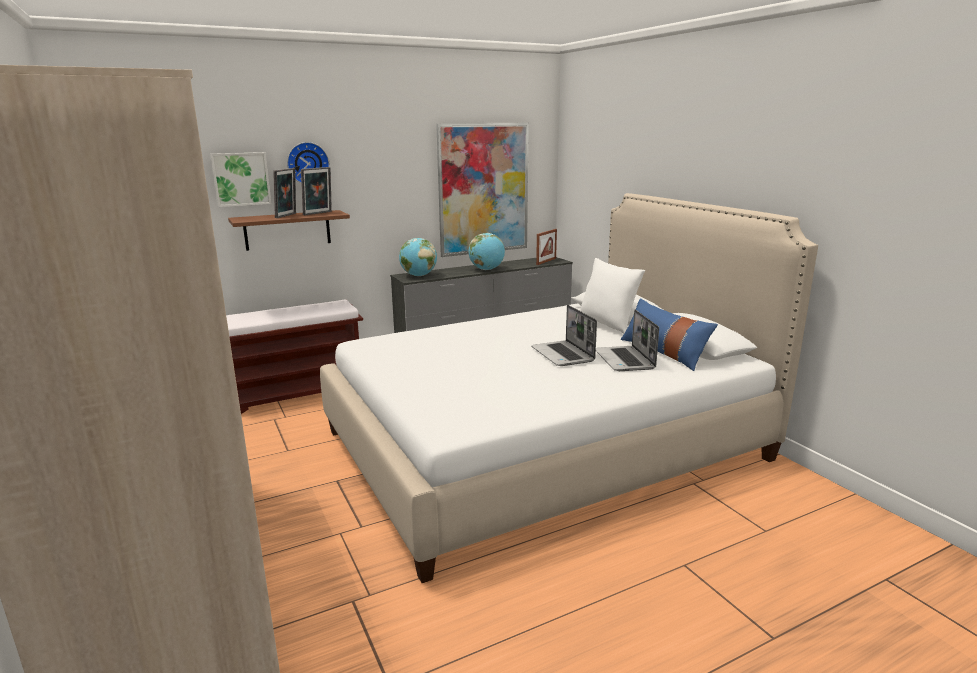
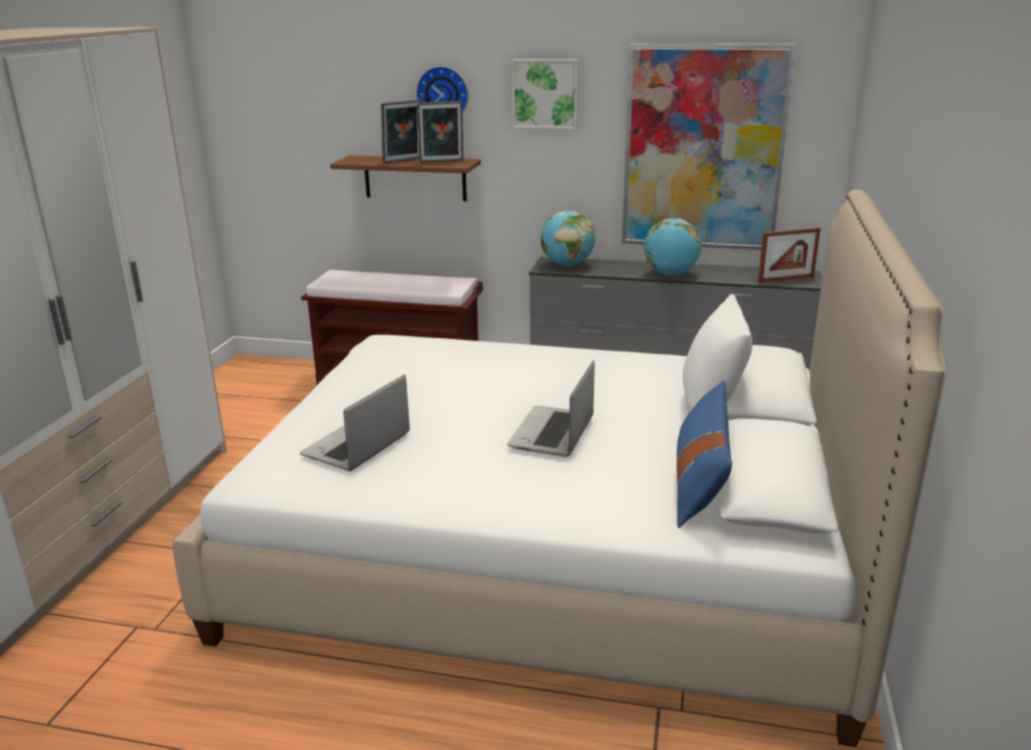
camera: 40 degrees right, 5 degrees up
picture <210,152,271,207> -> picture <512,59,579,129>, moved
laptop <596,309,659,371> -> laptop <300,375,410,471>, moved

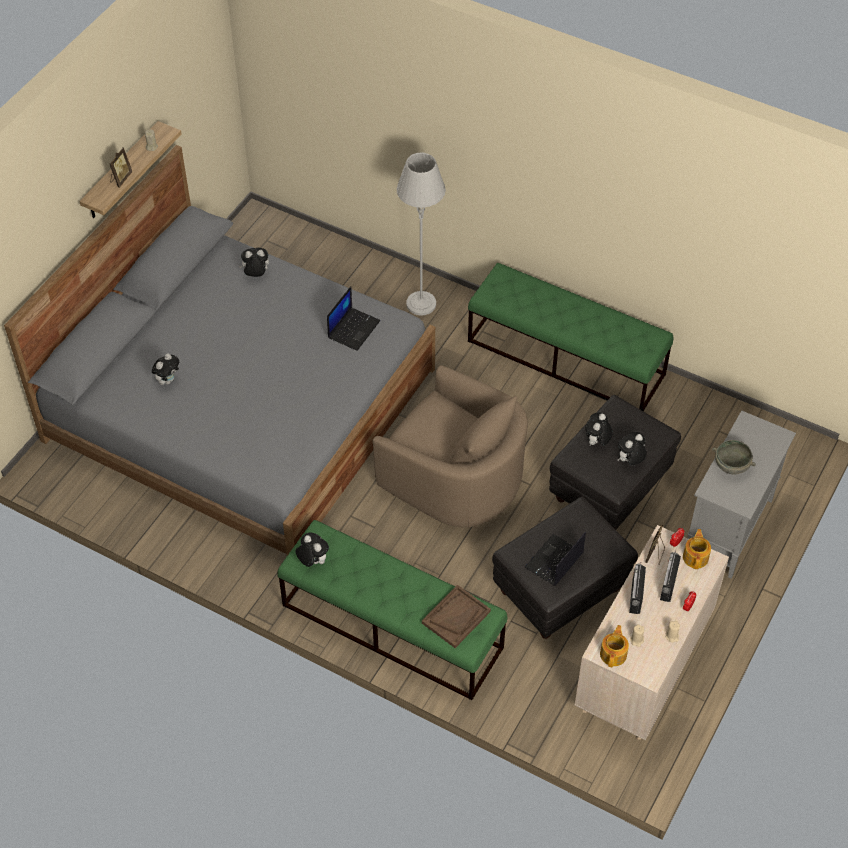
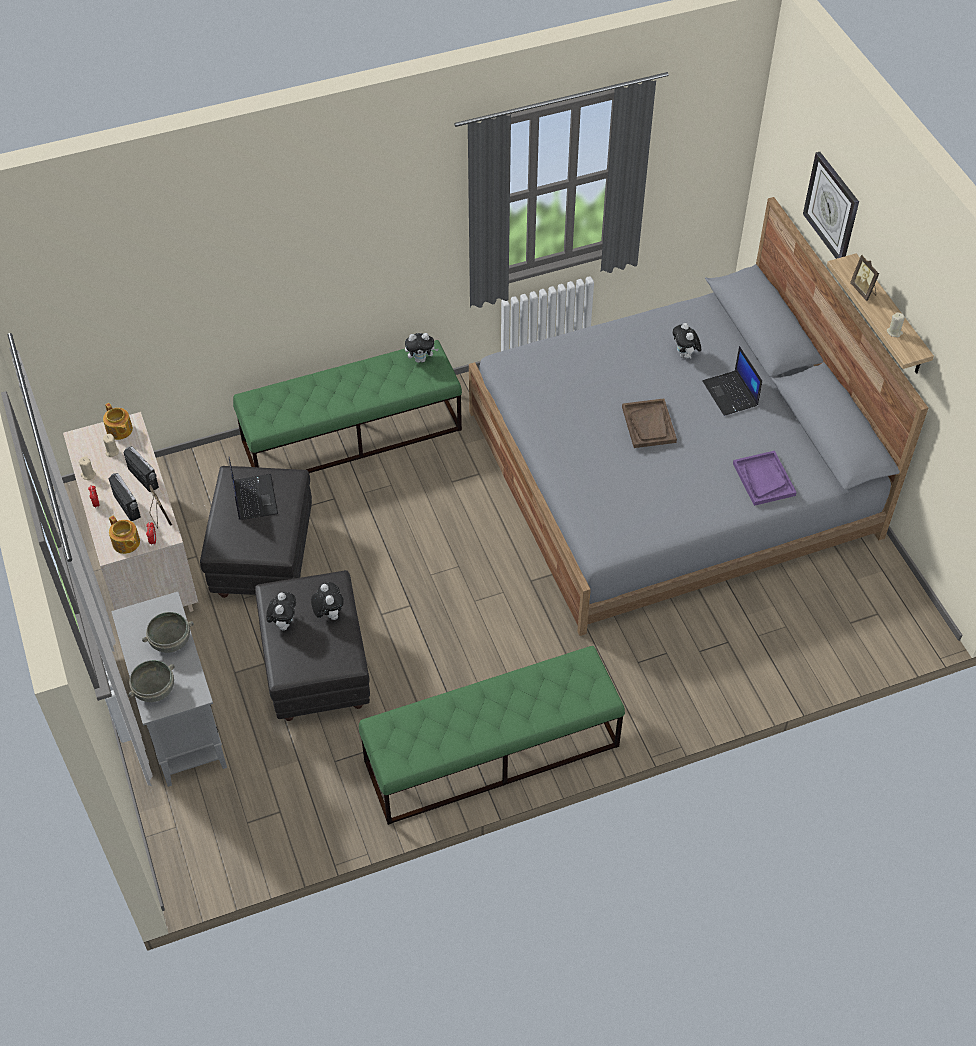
camera: 130 degrees right, 0 degrees up
plush_toy <239,248,269,277> -> purple_tray <733,451,797,506>
laptop <327,286,380,351> -> laptop <703,346,762,416>, moved
beige_armchair <372,365,528,528> -> none
grey_floor_lamp <396,153,446,315> -> none
brown_tray <422,585,491,648> -> brown_tray <622,398,677,448>, moved
none -> grey_bowl <128,660,175,702>
none -> wall_clock <803,152,859,259>

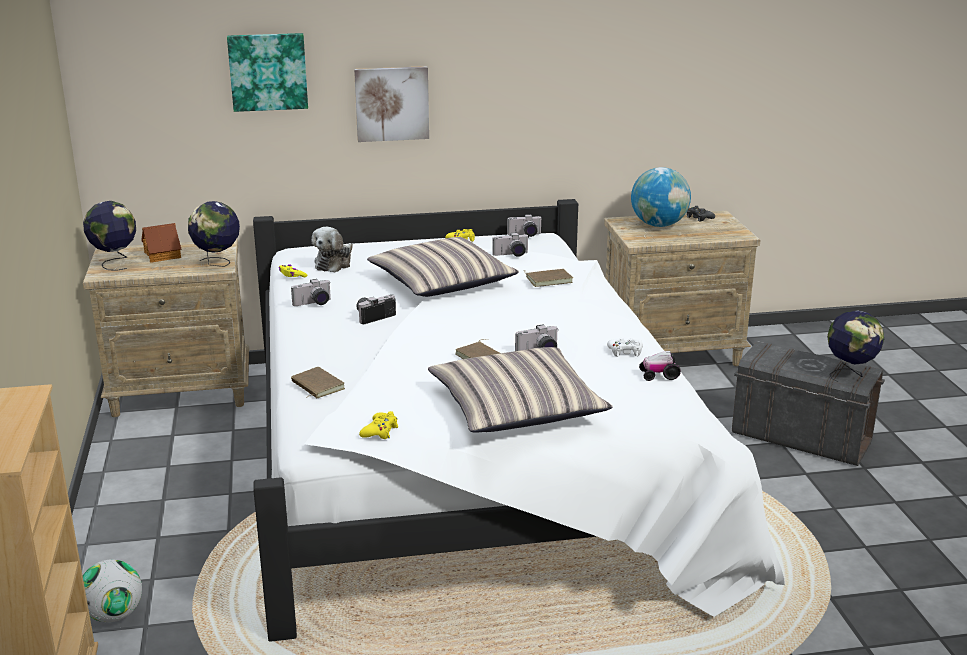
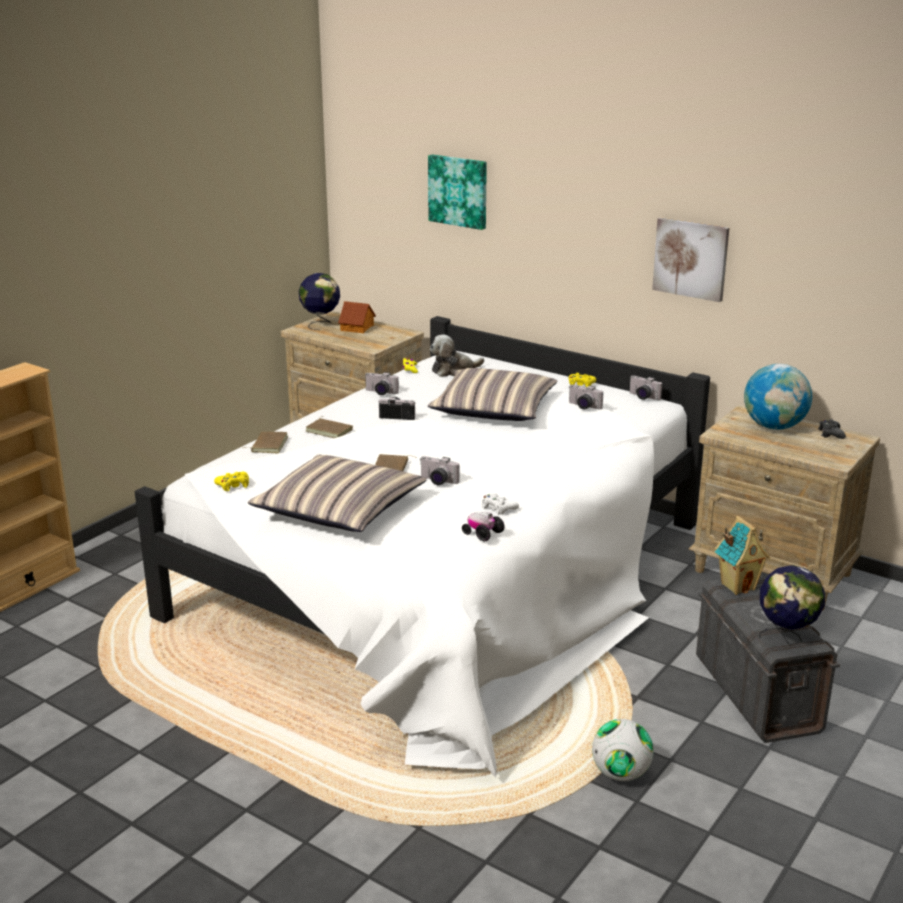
camera: 45 degrees right, 0 degrees up
football <83,559,142,622> -> football <592,719,653,781>, moved
globe <188,201,240,267> -> none
picture <354,66,429,142> -> picture <652,217,729,302>, moved
brown_book <525,269,573,287> -> brown_book <306,416,353,438>, moved
none -> toy_house <715,516,770,595>

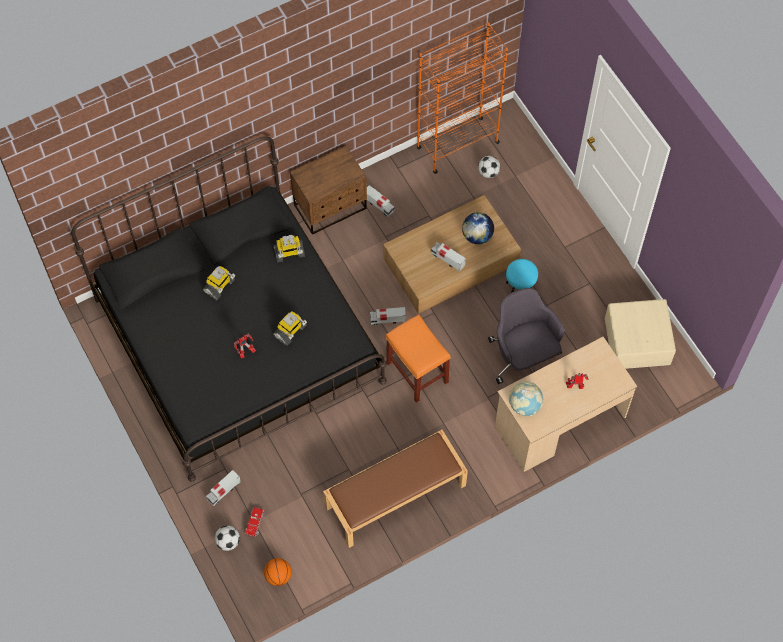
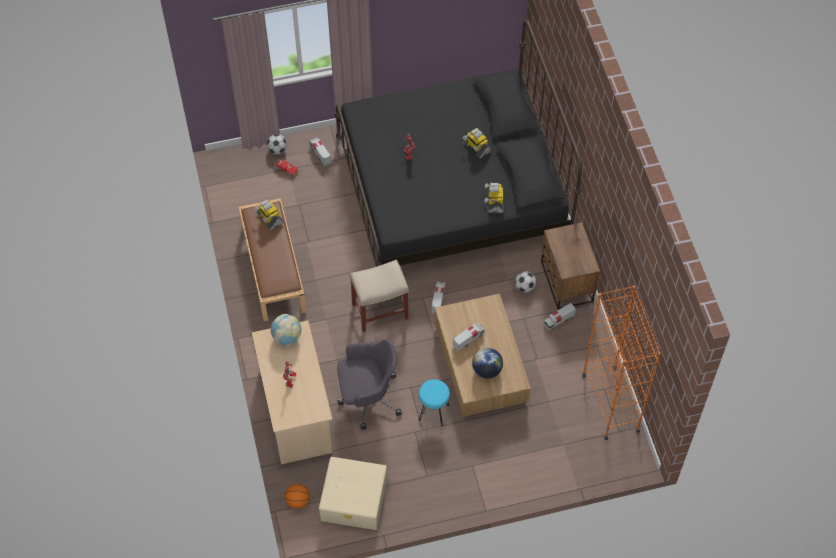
camera: 105 degrees right, 5 degrees down
basketball <264,558,292,586> -> basketball <285,483,310,509>, moved
toy_robot <273,312,307,346> -> toy_robot <254,199,284,230>, moved
orange_stool <386,314,451,402> -> beige_stool <350,260,409,332>
football <478,156,500,178> -> football <515,271,536,292>, moved

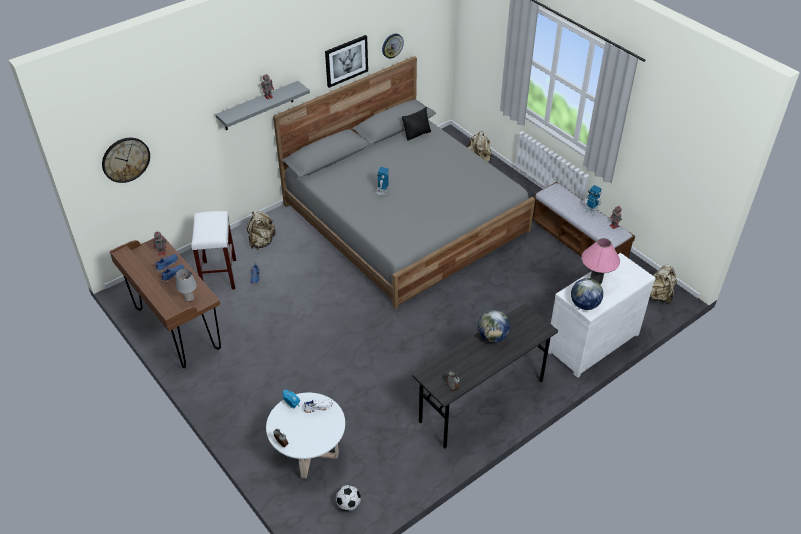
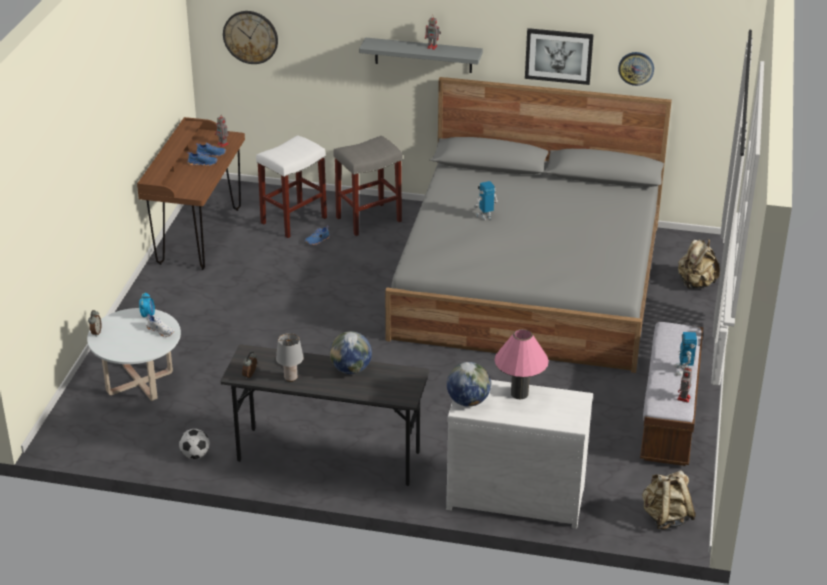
camera: 50 degrees right, 10 degrees down
grey_table_lamp <176,269,197,302> -> grey_table_lamp <276,333,303,382>, moved
beige_backpack <247,211,276,250> -> grey_stool <333,136,403,236>
football <336,485,361,511> -> football <179,429,210,459>, moved
black_pillow <402,107,431,141> -> none

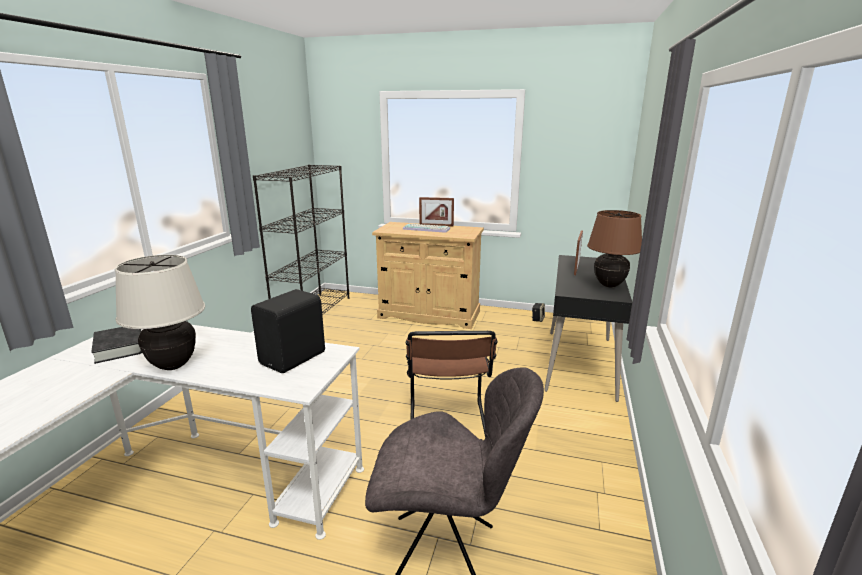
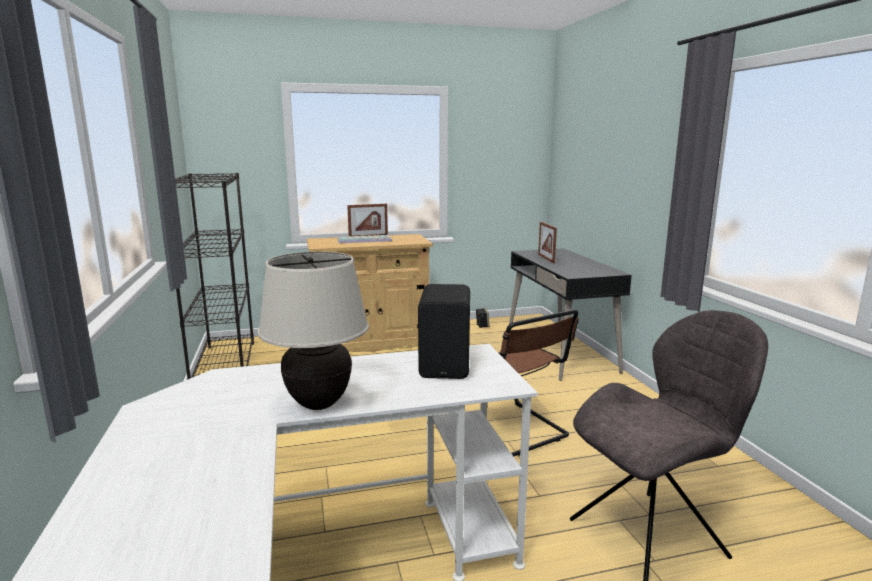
camera: 30 degrees left, 5 degrees down
black_book <91,327,142,364> -> none
brown_table_lamp <587,210,642,287> -> none

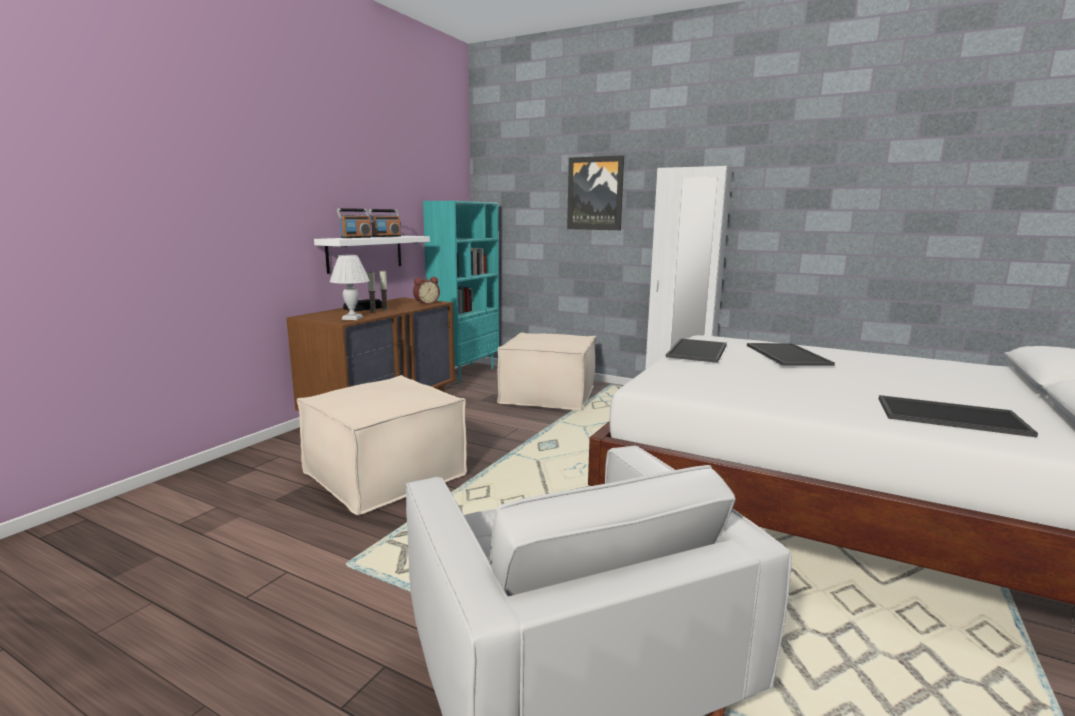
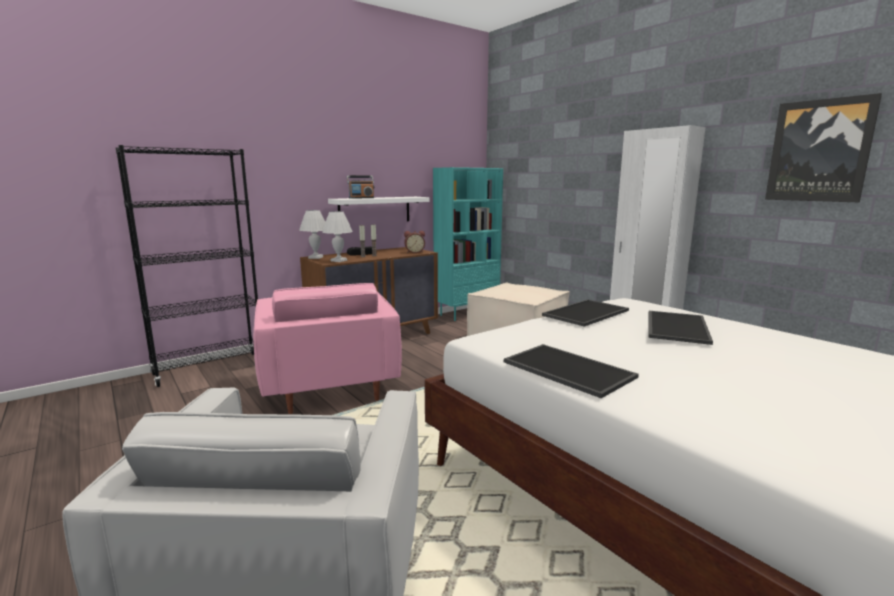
camera: 25 degrees right, 0 degrees up
beige_ottoman <297,375,467,515> -> pink_armchair <253,283,402,414>
radio <368,209,401,237> -> none
picture <567,155,624,230> -> picture <765,93,882,202>, moved
tray <879,395,1038,437> -> tray <504,344,639,398>, moved
none -> black_bookcase <116,145,258,387>
none -> white_table_lamp <299,210,325,259>

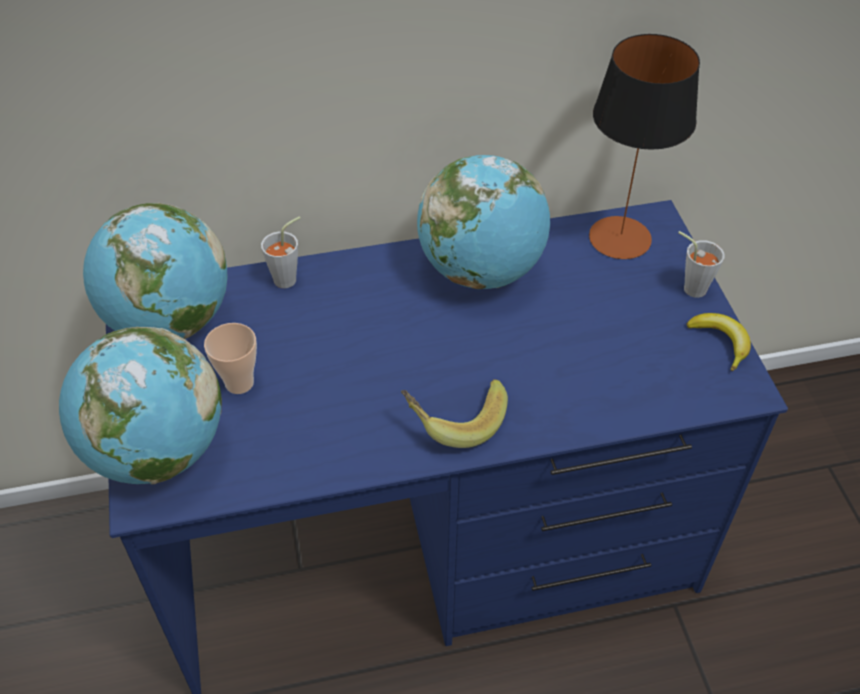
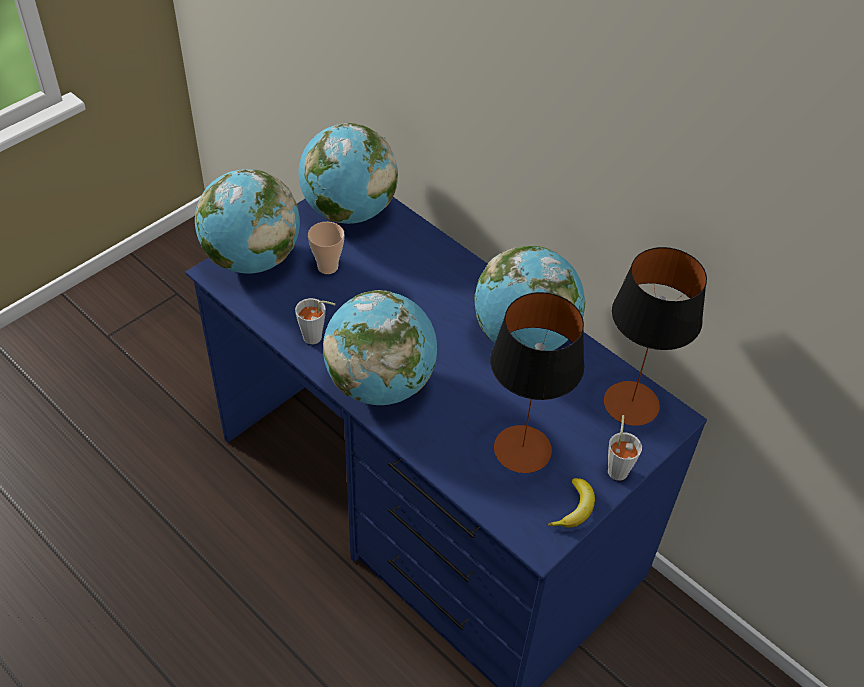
camera: 55 degrees right, 0 degrees up
grey_cup <261,216,301,288> -> grey_cup <295,298,335,344>, moved
banana <401,379,508,448> -> globe <323,290,437,405>
none -> table_lamp <490,292,584,473>

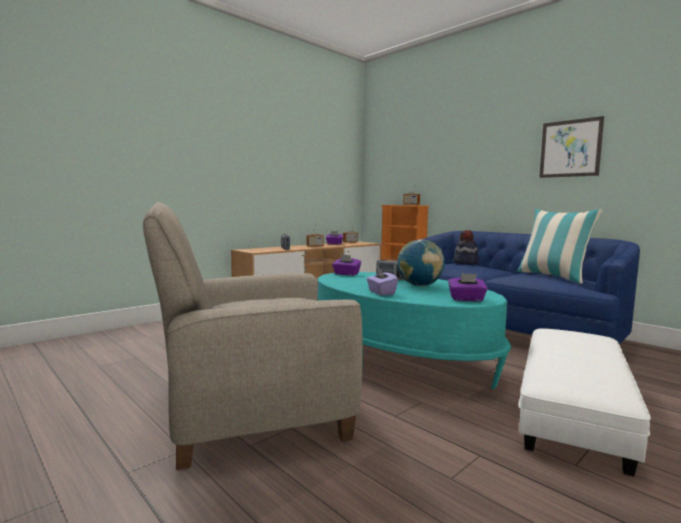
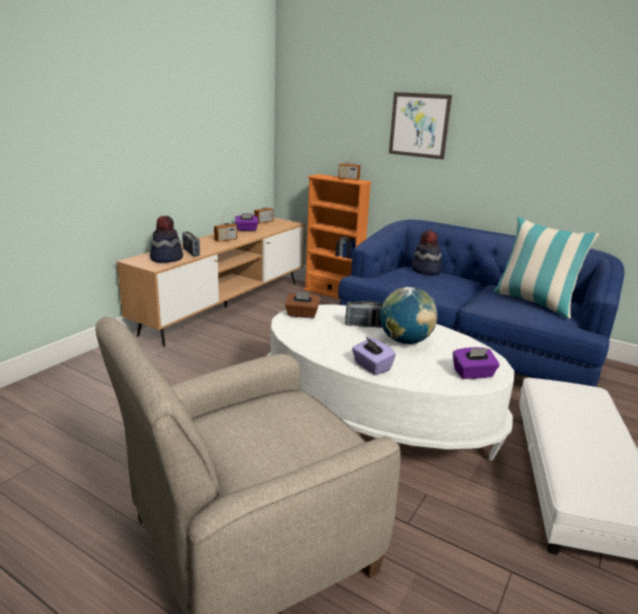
camera: 15 degrees left, 15 degrees up
turquoise_coffee_table <318,272,511,389> -> white_coffee_table <267,305,514,461>
purple_tissue_box <332,254,361,276> -> brown_tissue_box <285,291,320,318>
picture <539,116,604,178> -> picture <389,92,452,160>, moved
none -> hat <150,216,183,263>

